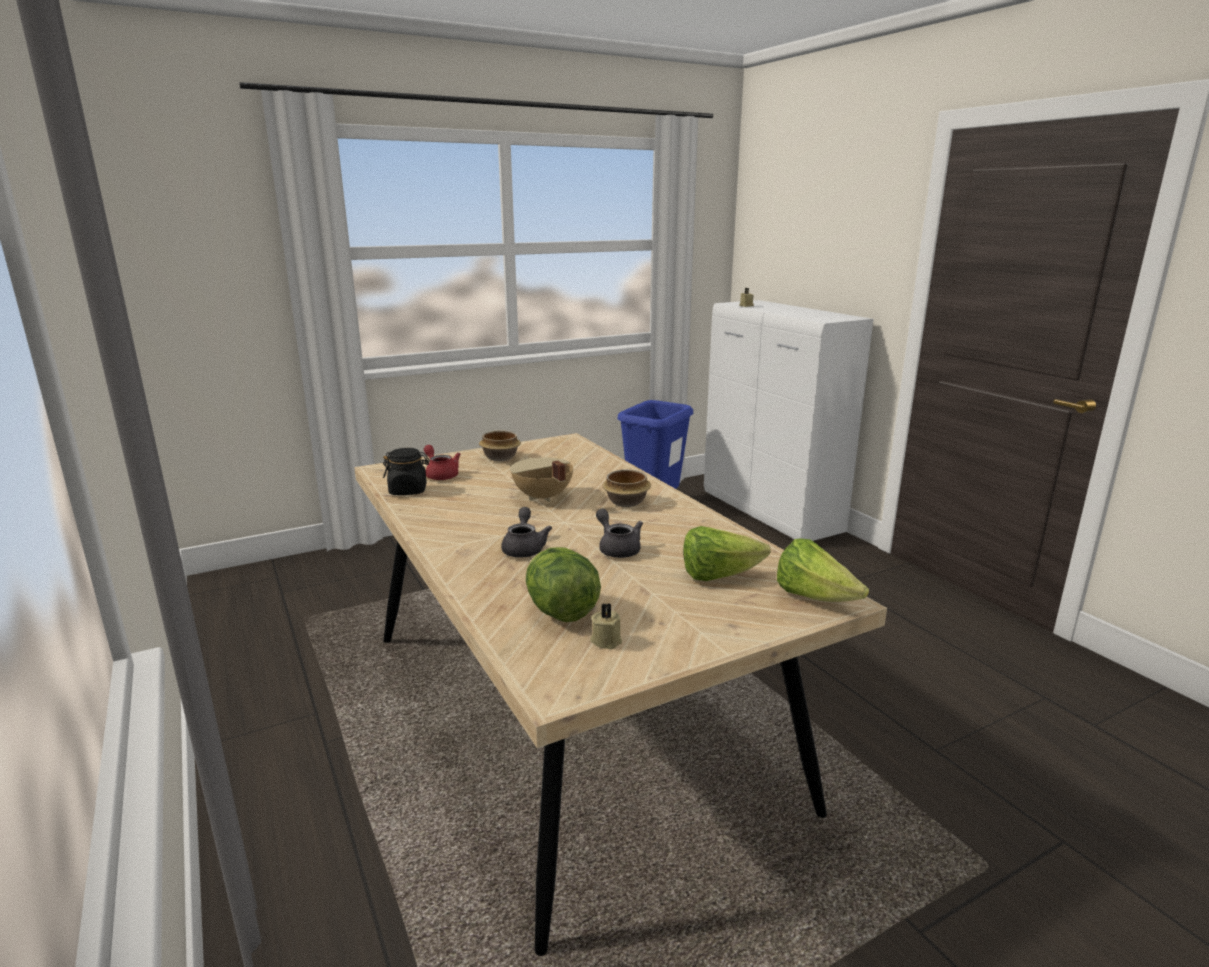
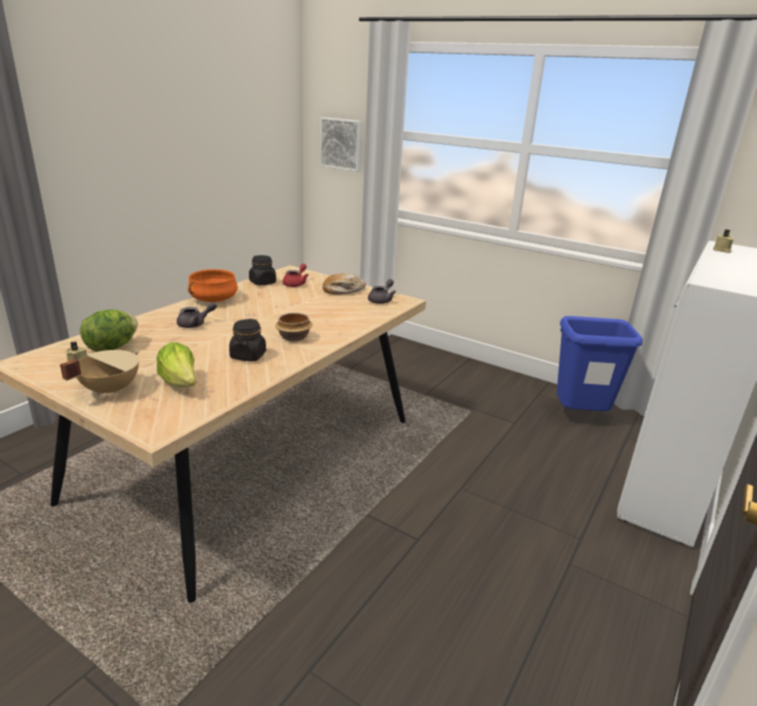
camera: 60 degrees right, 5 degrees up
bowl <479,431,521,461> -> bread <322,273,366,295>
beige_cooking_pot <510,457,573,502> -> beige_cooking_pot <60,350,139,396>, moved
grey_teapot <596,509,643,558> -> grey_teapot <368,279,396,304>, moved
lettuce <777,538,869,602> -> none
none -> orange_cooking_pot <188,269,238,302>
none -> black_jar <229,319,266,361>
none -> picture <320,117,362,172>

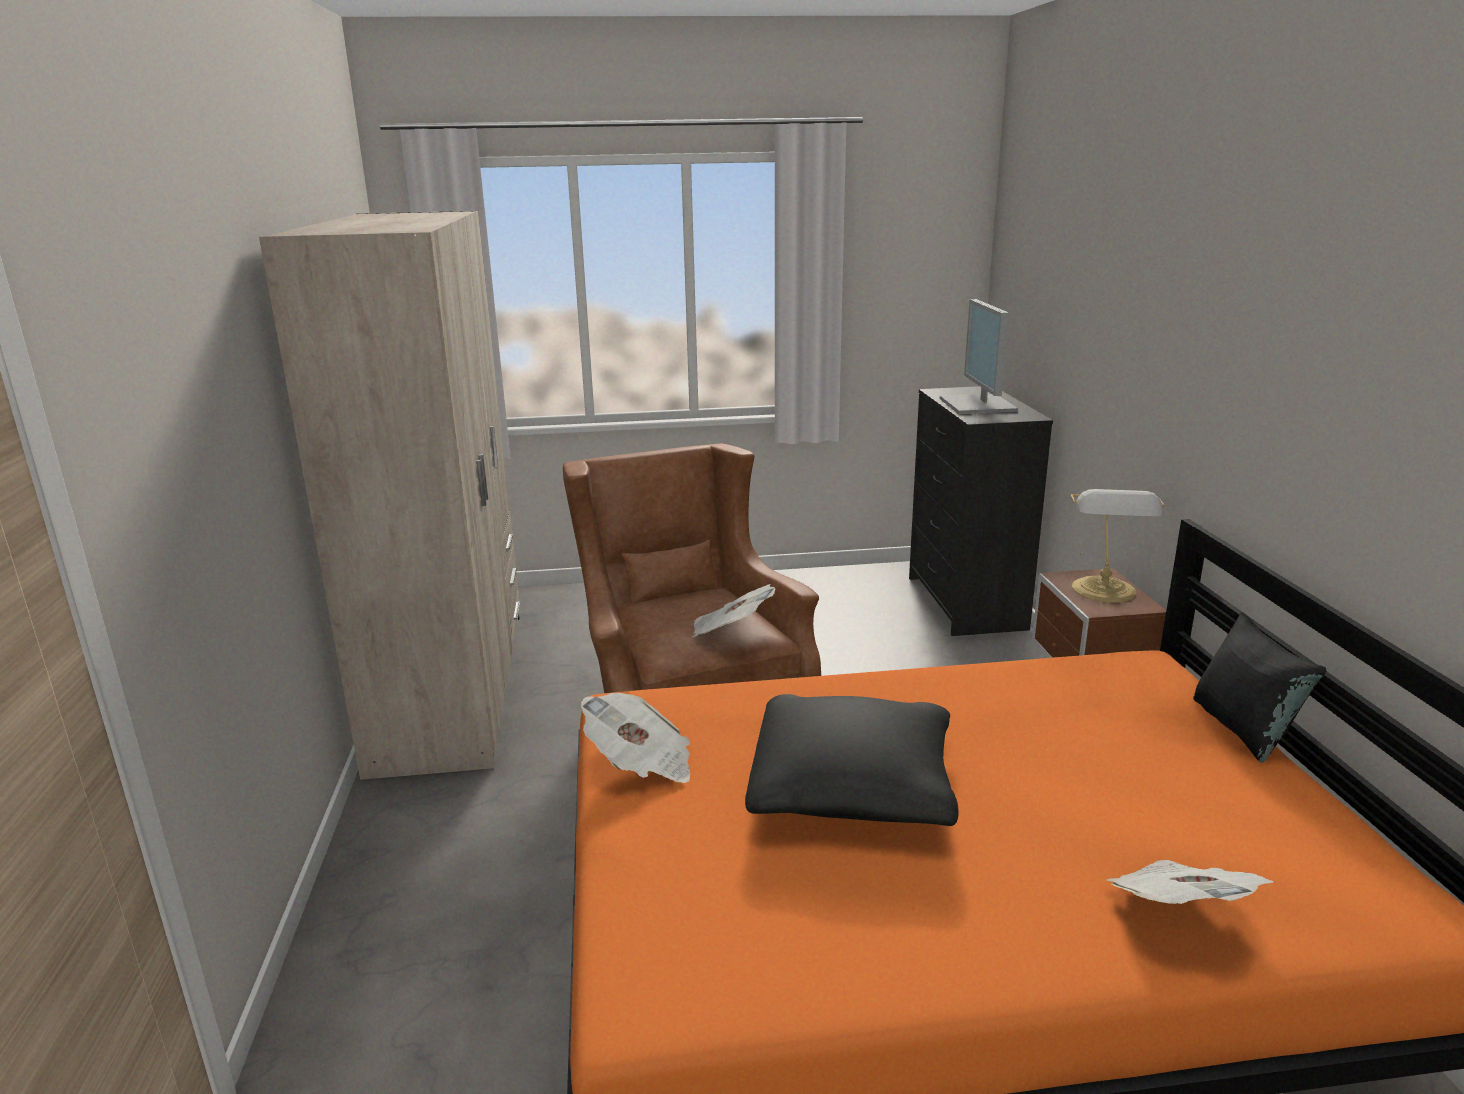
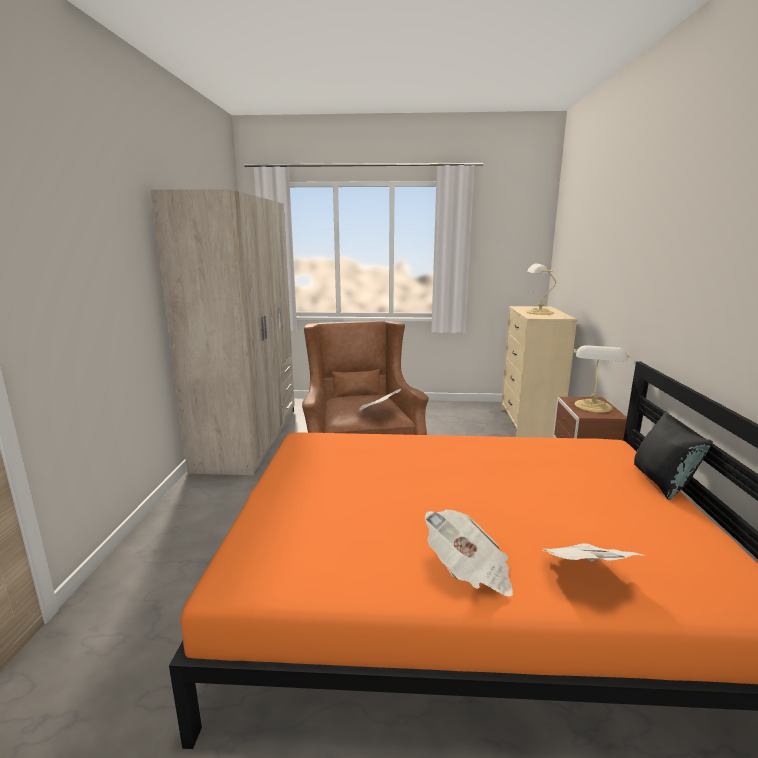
camera: 10 degrees right, 5 degrees down
newspaper <581,693,690,783> -> newspaper <425,510,513,597>, moved
black_pillow <745,694,959,826> -> none
black_dresser <909,386,1053,636> -> beige_dresser <501,306,577,438>
monitor <940,299,1018,414> -> table_lamp <526,263,556,315>

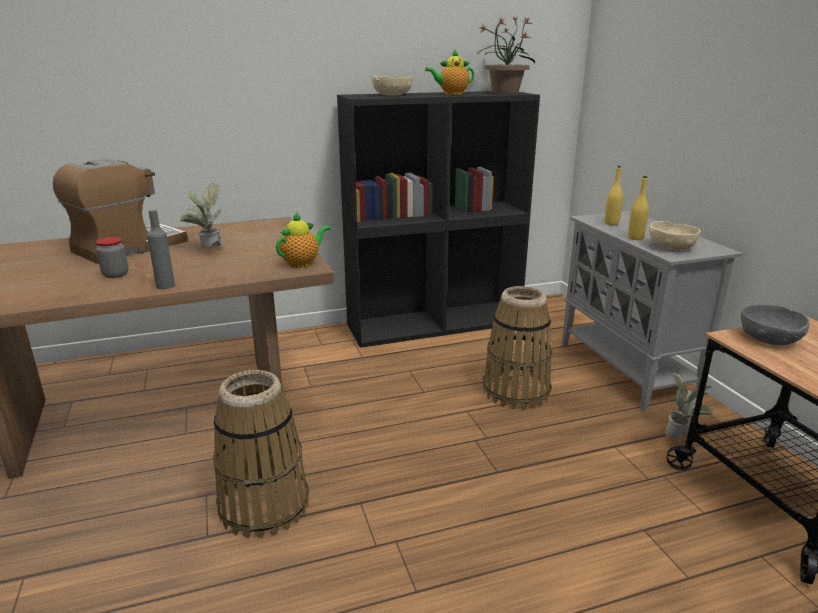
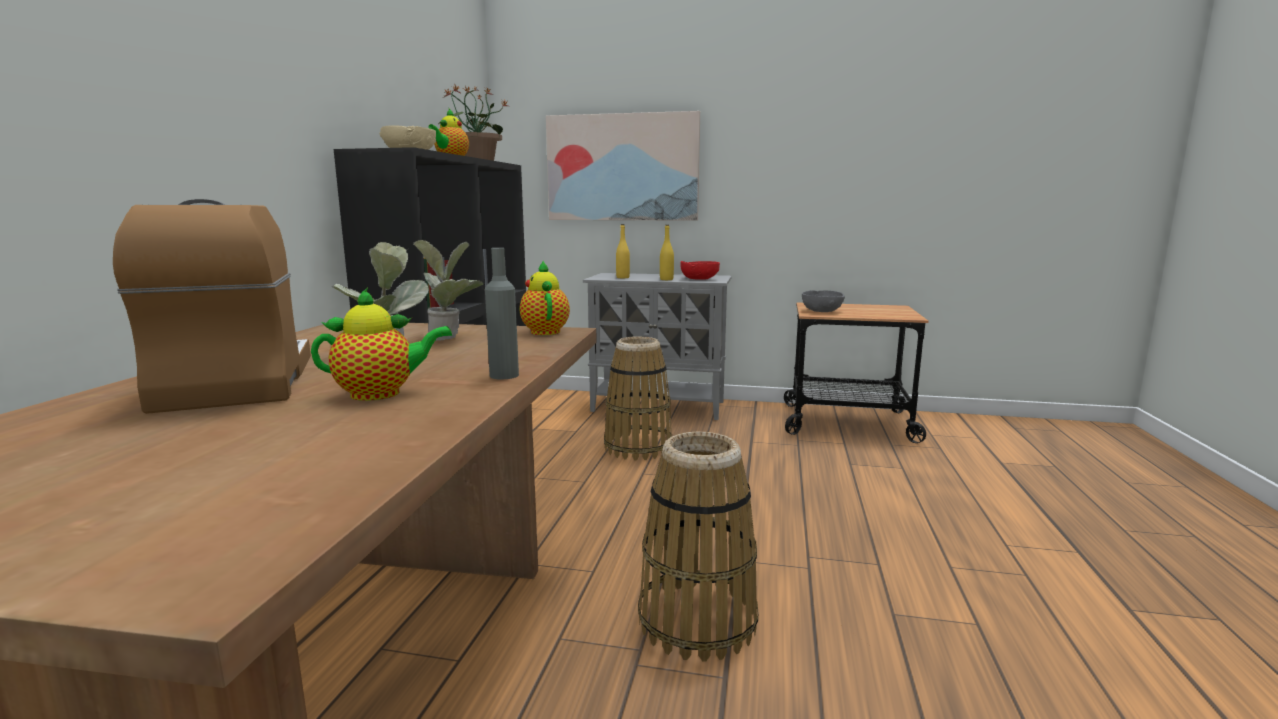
camera: 60 degrees left, 10 degrees down
jar <96,237,128,278> -> teapot <311,288,452,401>
beige_bowl <649,221,700,250> -> red_bowl <680,261,720,280>
potted_plant <665,373,713,440> -> potted_plant <413,240,483,341>, moved
none -> picture <546,111,700,221>

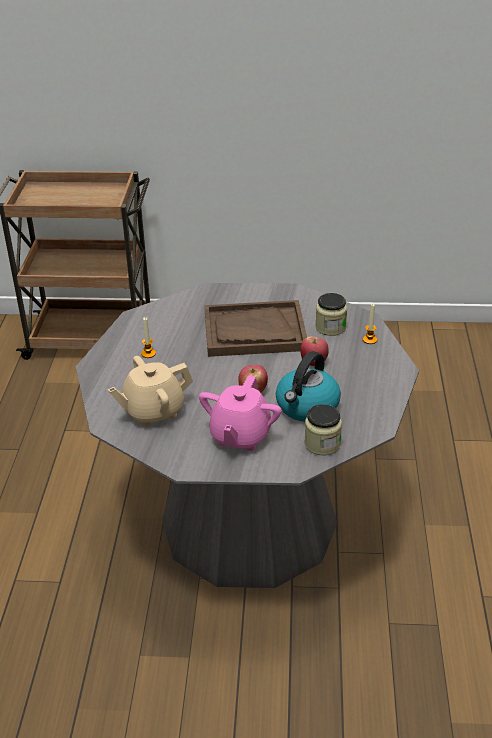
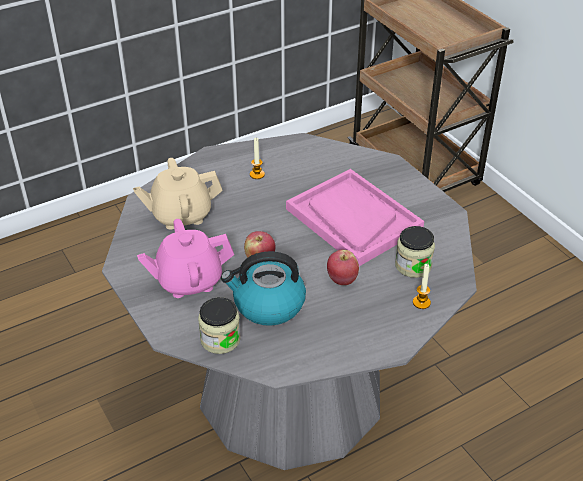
camera: 55 degrees right, 5 degrees up
beige_teapot <108,356,193,427> -> beige_teapot <133,158,222,230>, 45 degrees counterclockwise
brown_tray <204,300,307,357> -> pink_tray <286,169,424,266>

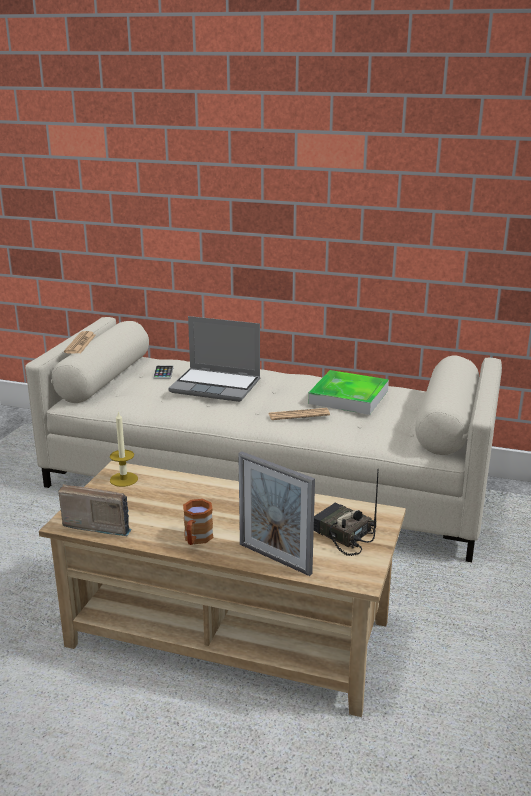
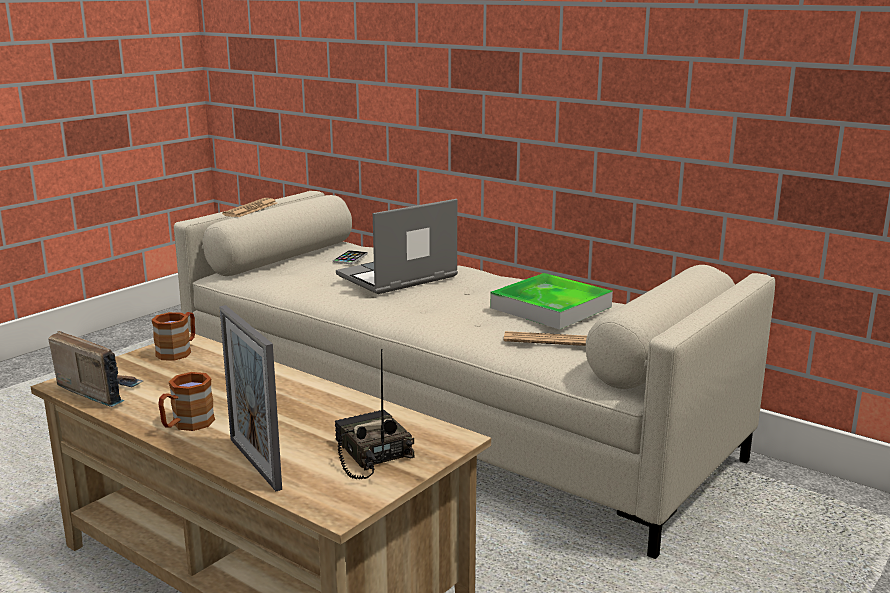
camera: 20 degrees right, 5 degrees down
candle <110,411,138,487> -> brown_mug <152,312,195,361>
laptop <168,316,260,402> -> laptop <336,199,458,294>, 105 degrees clockwise
newspaper <269,408,330,420> -> newspaper <504,331,587,346>, moved

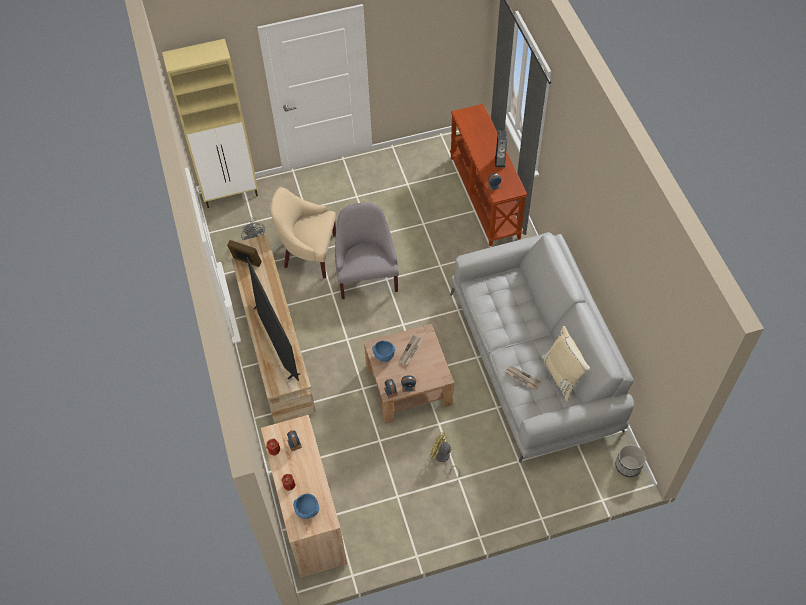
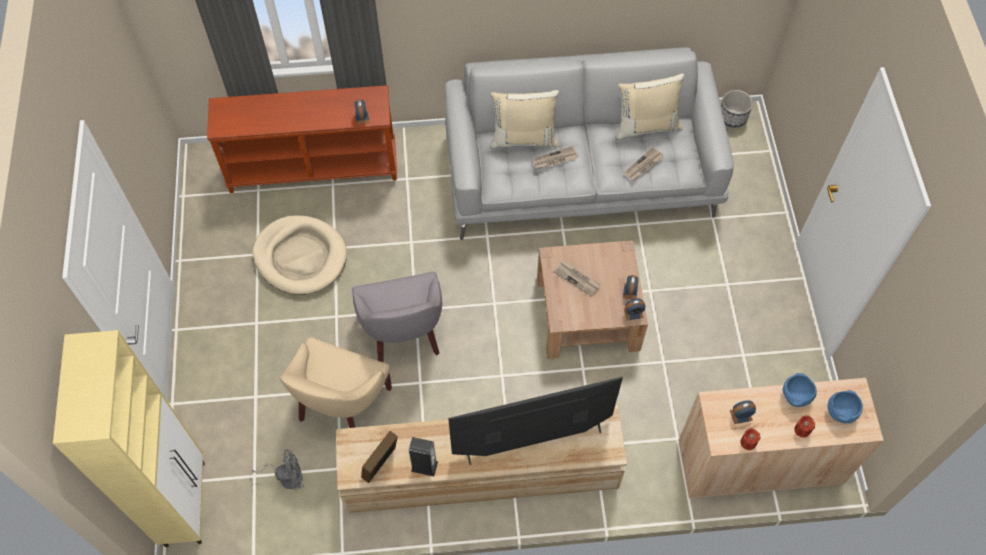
camera: 80 degrees left, 5 degrees up
grey_armchair <335,203,399,299> -> grey_armchair <352,272,442,362>, 105 degrees counterclockwise
blue_bowl <372,340,395,362> -> blue_bowl <783,373,817,407>, moved
yellow_fan <430,432,460,478> -> none
speaker <495,131,507,167> -> speaker <409,437,438,476>, moved
none -> beige_dog_bed <252,215,347,295>
none -> beige_pillow <490,90,559,149>
none -> newspaper <533,146,578,169>

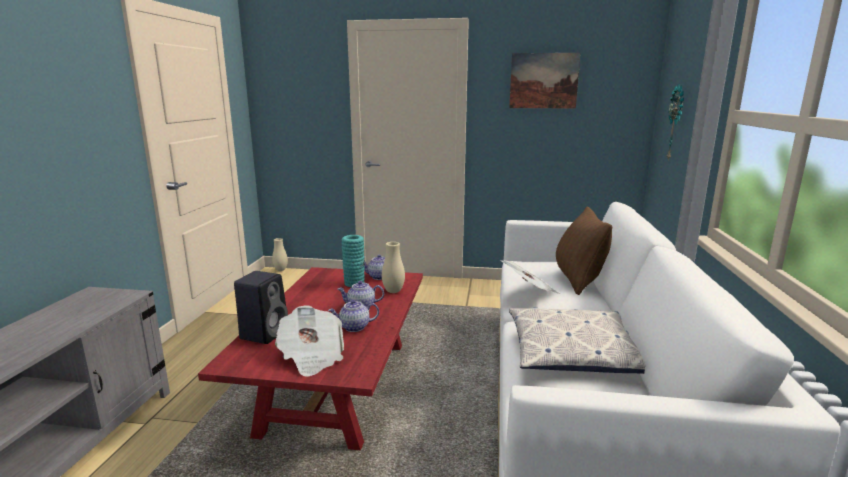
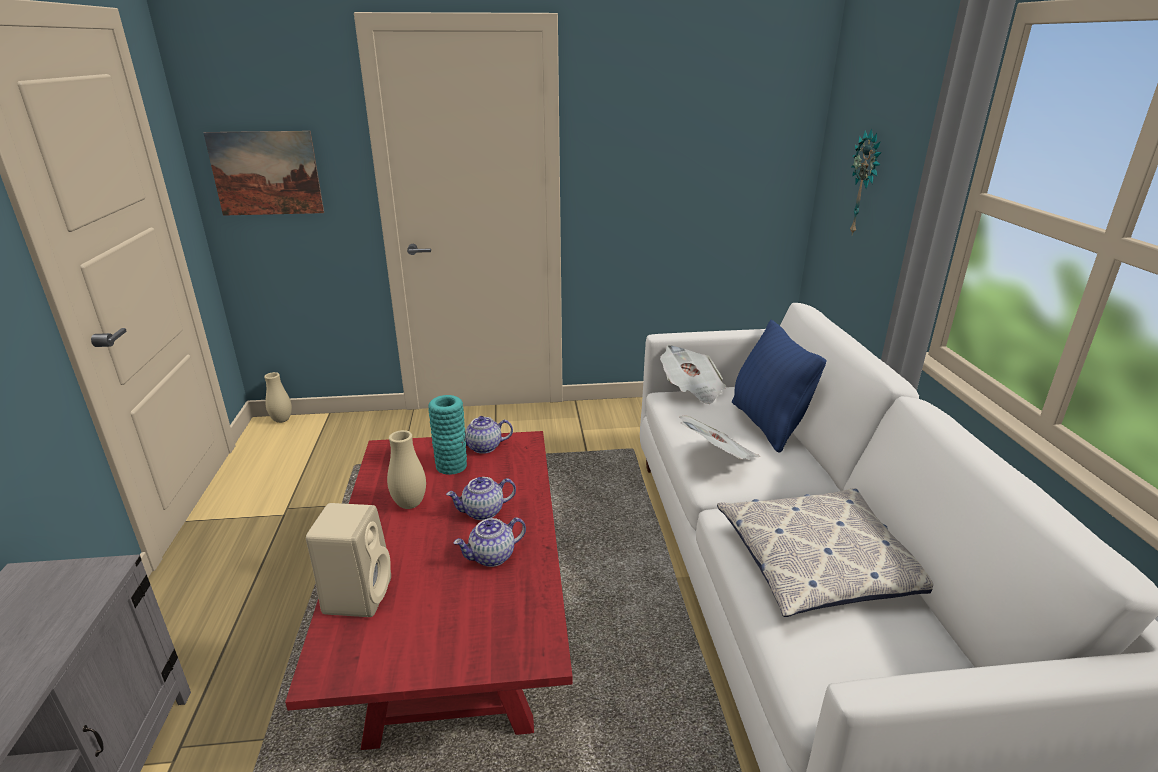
camera: 15 degrees left, 10 degrees up
black_speaker <234,271,288,344> -> beige_speaker <306,503,391,617>
newspaper <275,305,344,377> -> newspaper <660,345,726,404>, moved
beige_vase <382,242,405,293> -> beige_vase <387,430,426,509>, moved
picture <509,53,581,109> -> picture <203,131,324,216>, moved
brown_pillow <556,206,612,295> -> blue_pillow <732,320,827,453>

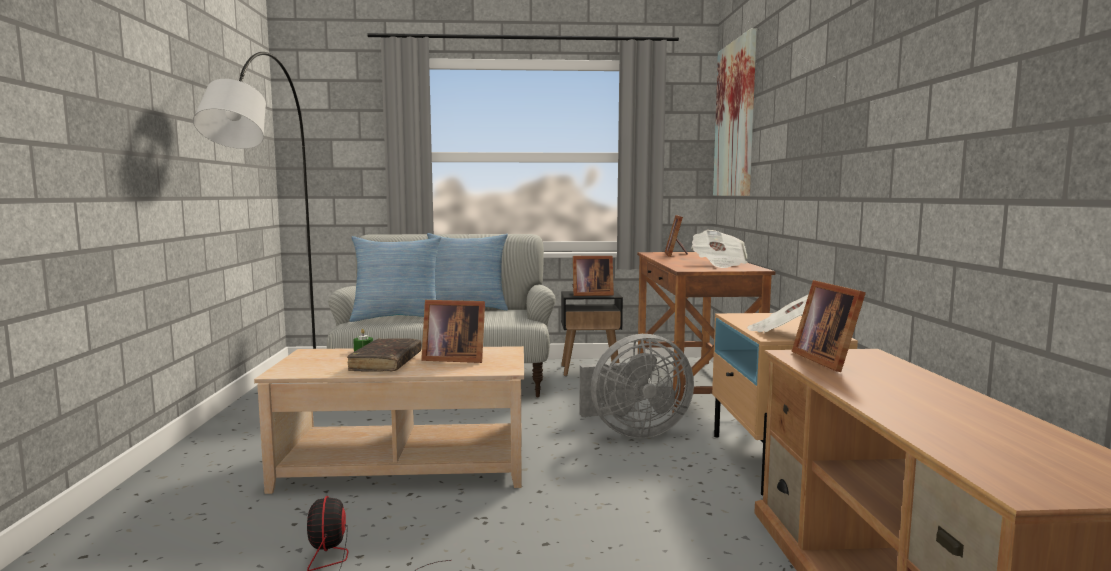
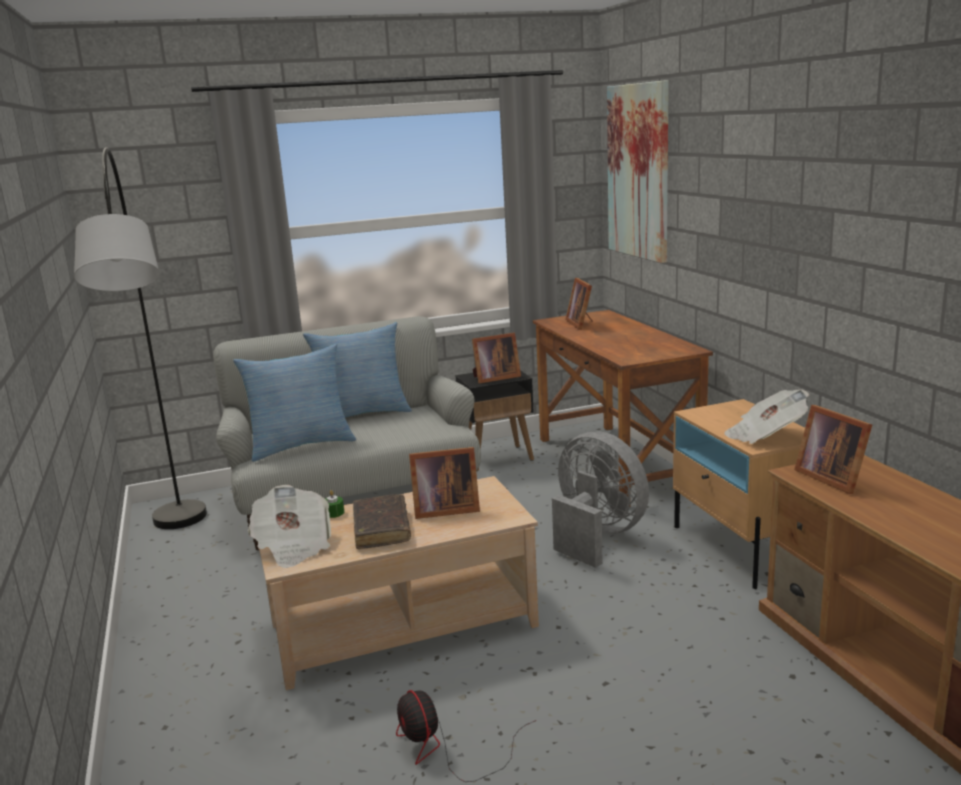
camera: 15 degrees left, 10 degrees up
grey_fan <580,334,694,438> -> grey_fan <552,431,649,568>, 105 degrees counterclockwise
newspaper <691,230,747,268> -> newspaper <248,485,331,568>, moved

